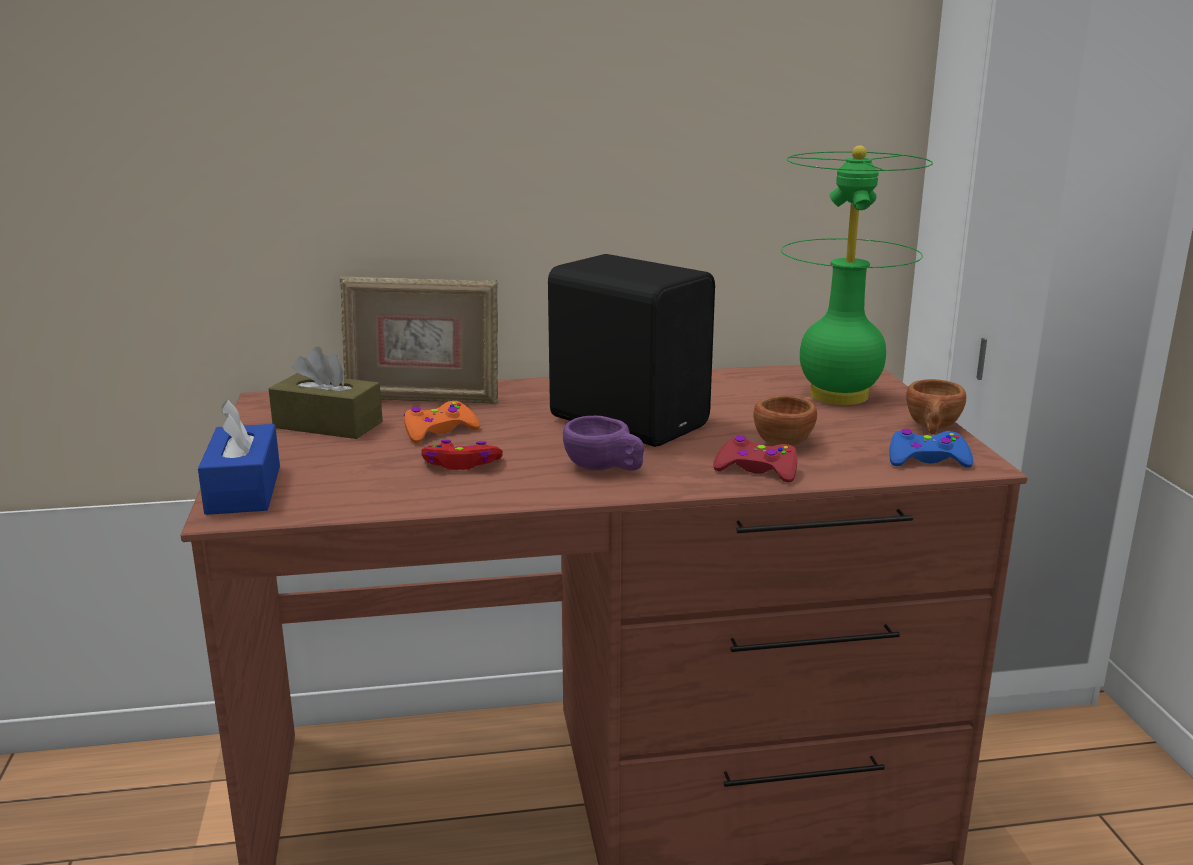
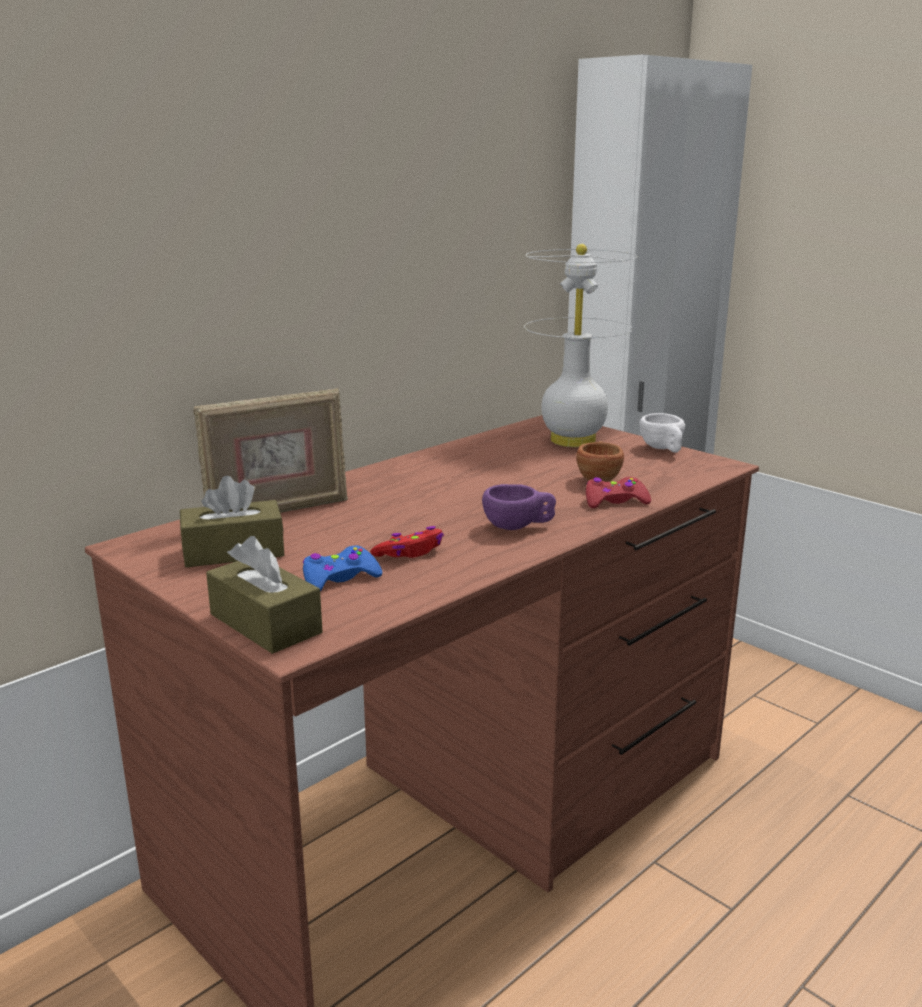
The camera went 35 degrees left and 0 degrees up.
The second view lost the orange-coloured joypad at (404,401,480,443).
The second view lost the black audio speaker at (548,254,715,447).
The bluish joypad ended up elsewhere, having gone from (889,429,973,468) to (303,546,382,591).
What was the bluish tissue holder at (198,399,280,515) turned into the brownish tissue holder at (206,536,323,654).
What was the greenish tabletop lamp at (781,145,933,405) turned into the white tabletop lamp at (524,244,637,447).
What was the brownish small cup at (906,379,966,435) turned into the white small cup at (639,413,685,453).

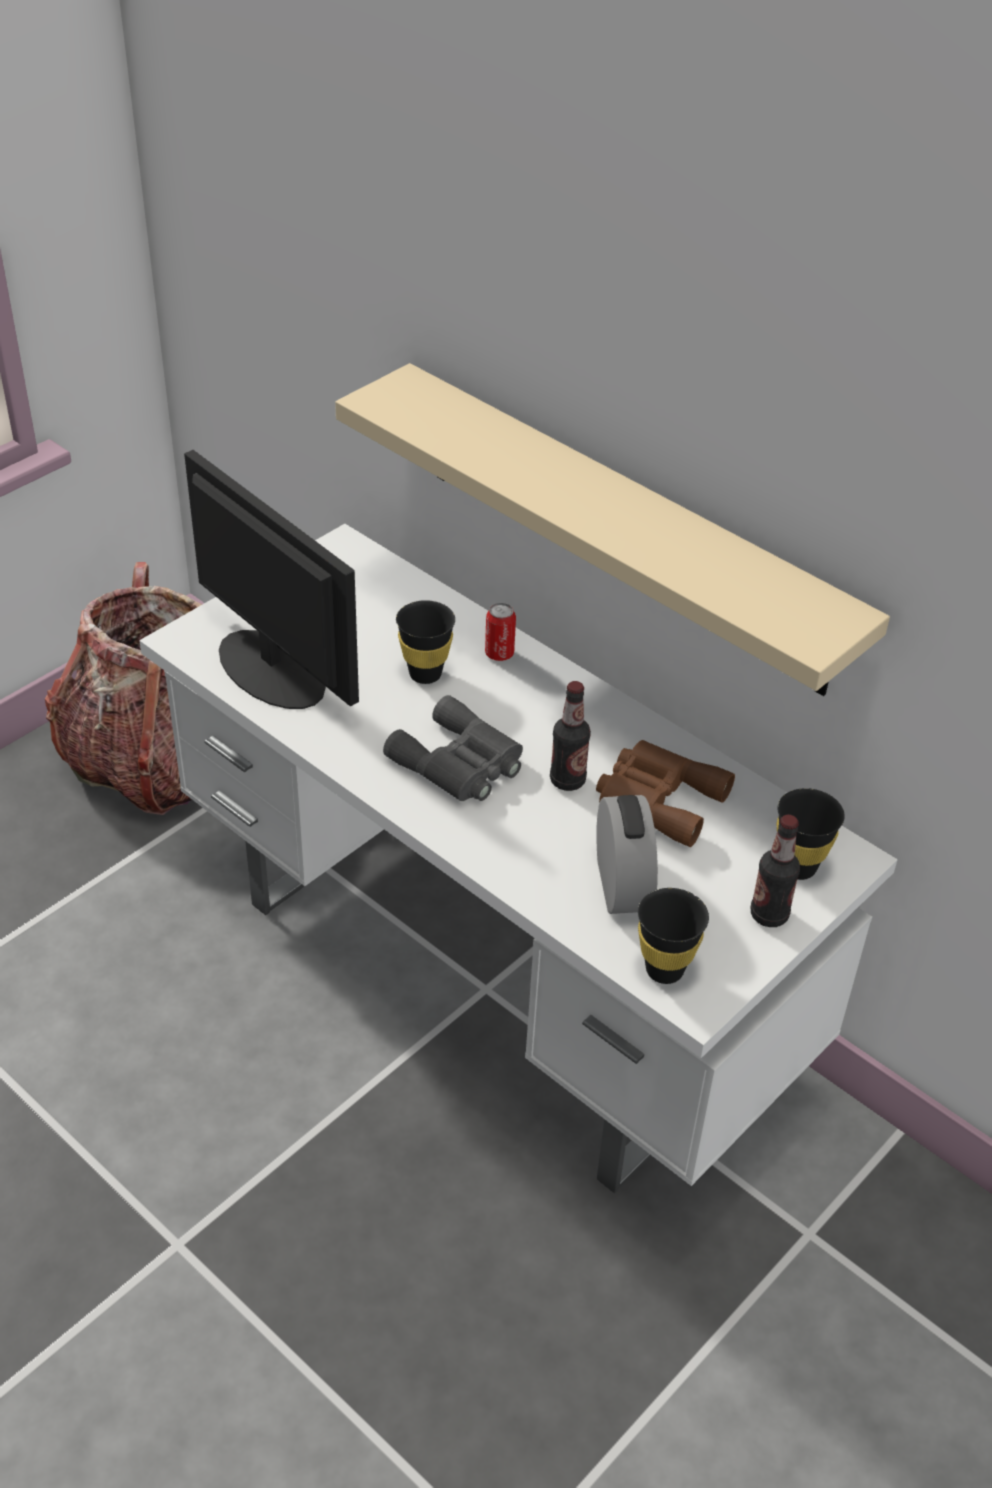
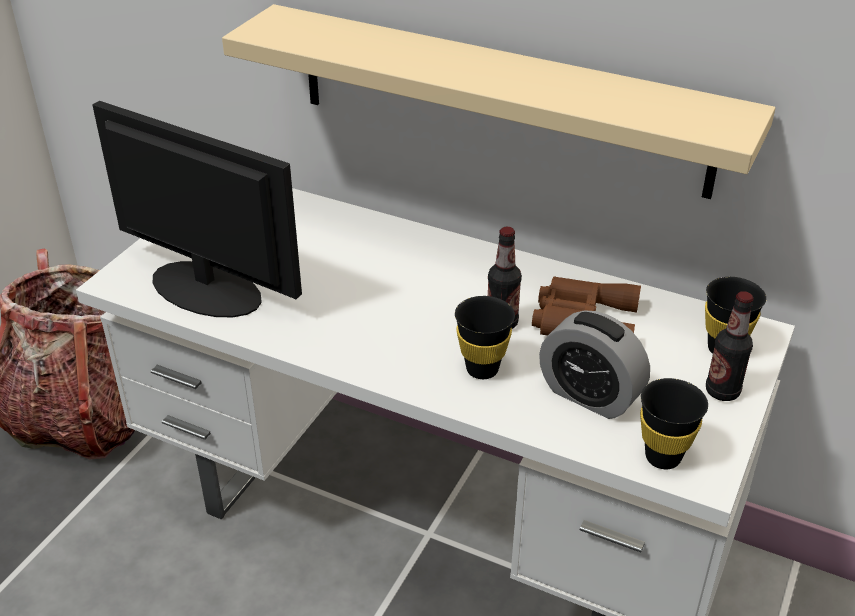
The camera went 15 degrees left and 5 degrees down.
The second view lost the gray pair of binoculars at (383,695,523,801).
The second view lost the metal can at (485,602,516,661).
The black small cup ended up elsewhere, having gone from (396,600,455,684) to (455,296,515,379).
The table clock at (596,795,658,914) ended up facing another way, 150 degrees clockwise from before.

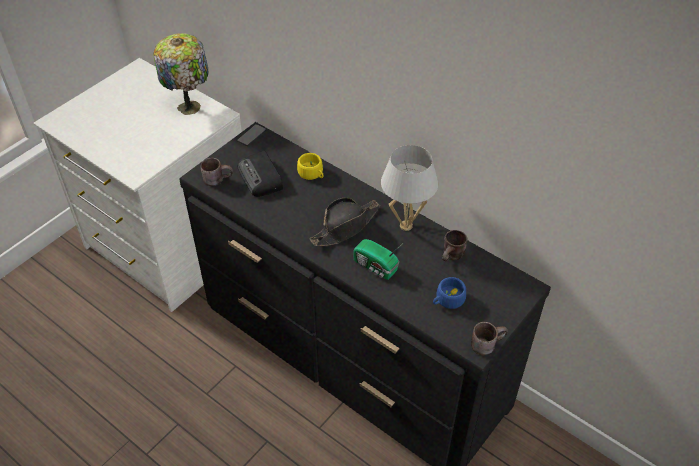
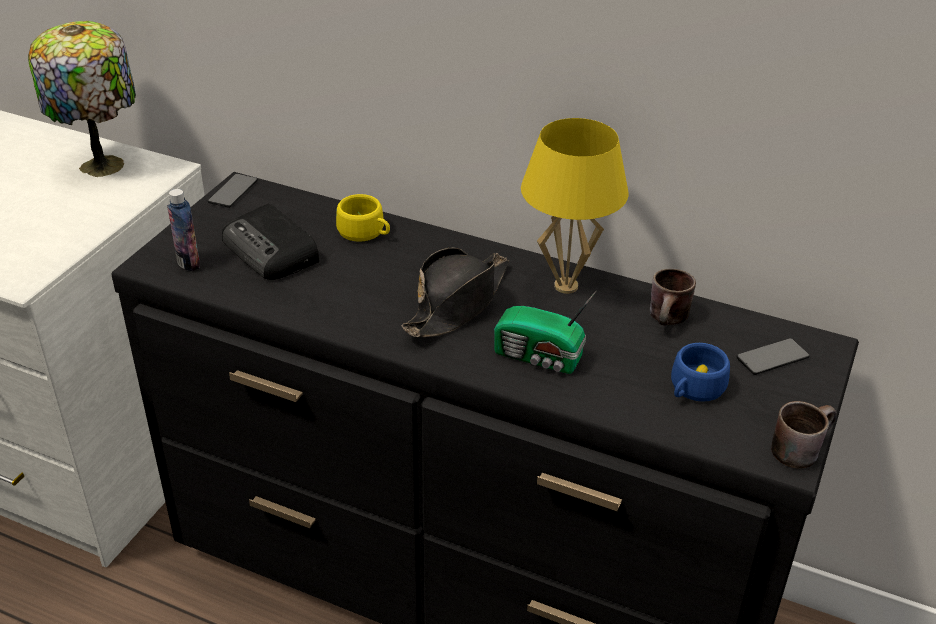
The camera went 15 degrees left and 10 degrees down.
The second view gained the phone at (737,338,810,375).
Where the brownish tea mug stood at (201,158,233,186), the beverage bottle came to stand at (167,189,200,271).
What was the white tabletop lamp at (381,145,438,231) turned into the yellow tabletop lamp at (521,118,629,294).

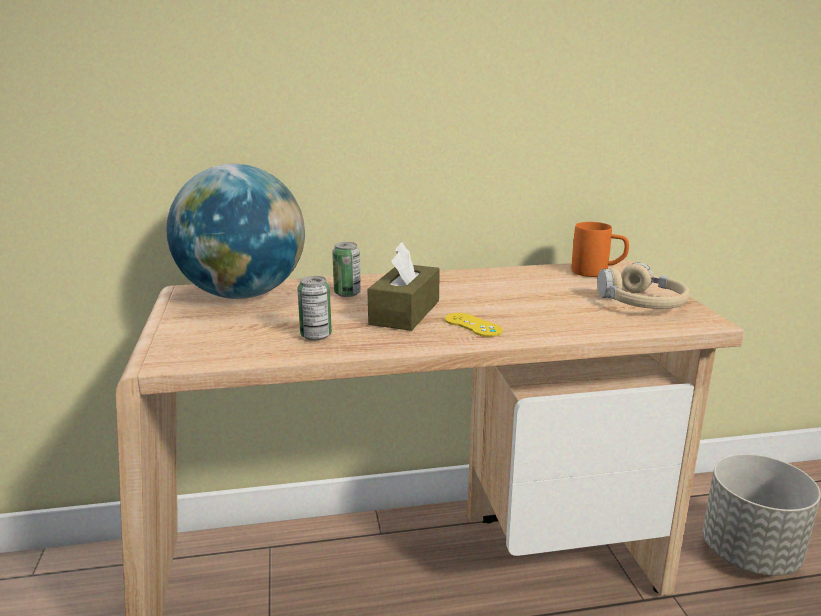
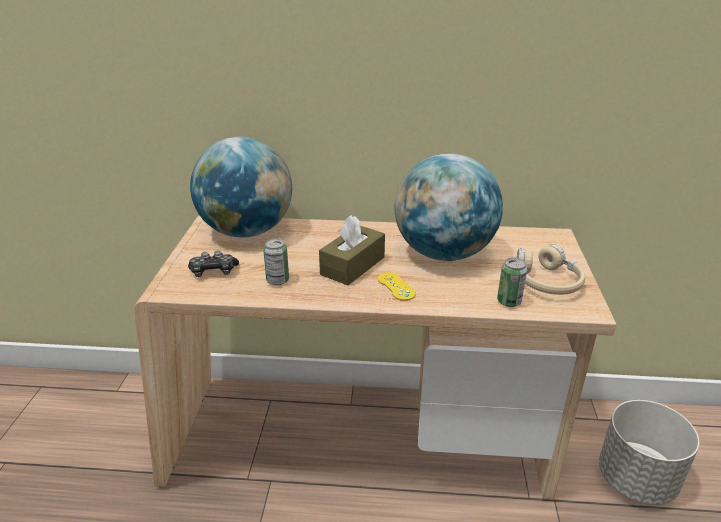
The camera went 15 degrees right and 10 degrees up.
The second view lost the orange-coloured tea mug at (572,222,629,277).
The second view gained the joypad at (188,251,239,277).
The second view gained the world globe at (394,153,503,261).
The metal can ended up elsewhere, having gone from (332,242,361,297) to (497,258,527,307).

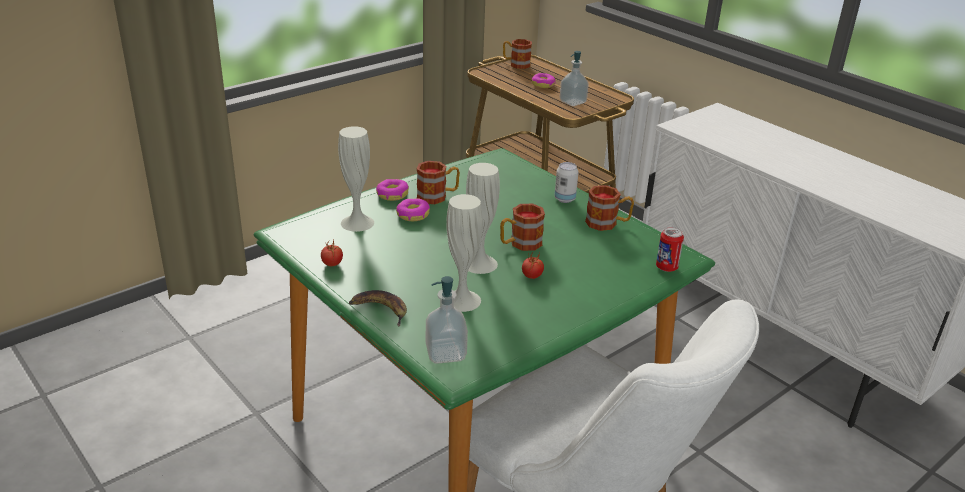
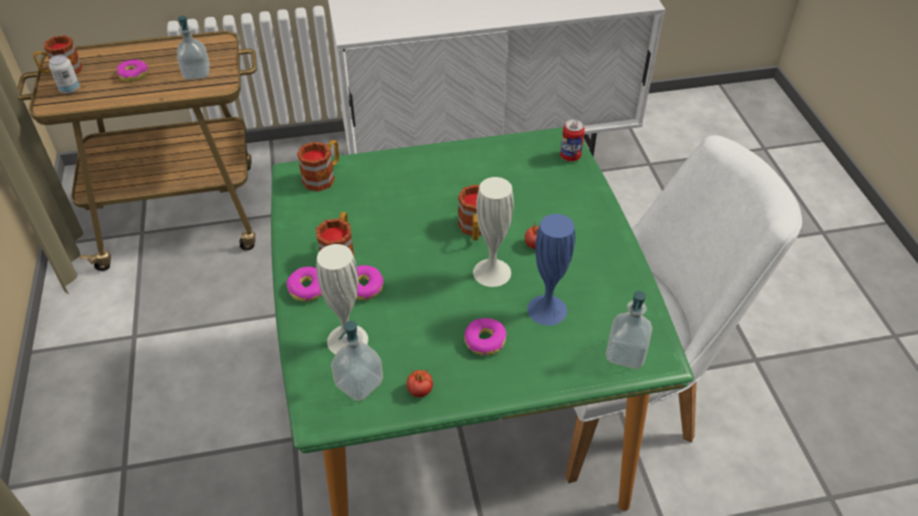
The camera went 60 degrees left and 15 degrees up.
The second view lost the banana fruit at (349,290,407,326).
The second view gained the soap bottle at (331,321,383,401).
The second view gained the doughnut at (465,318,506,356).
The metal can ended up elsewhere, having gone from (554,162,579,203) to (49,55,80,94).
The tea mug ended up elsewhere, having gone from (585,185,634,231) to (297,140,339,192).
What was the white decorative vase at (446,194,482,312) turned into the bluish decorative vase at (527,214,575,326).

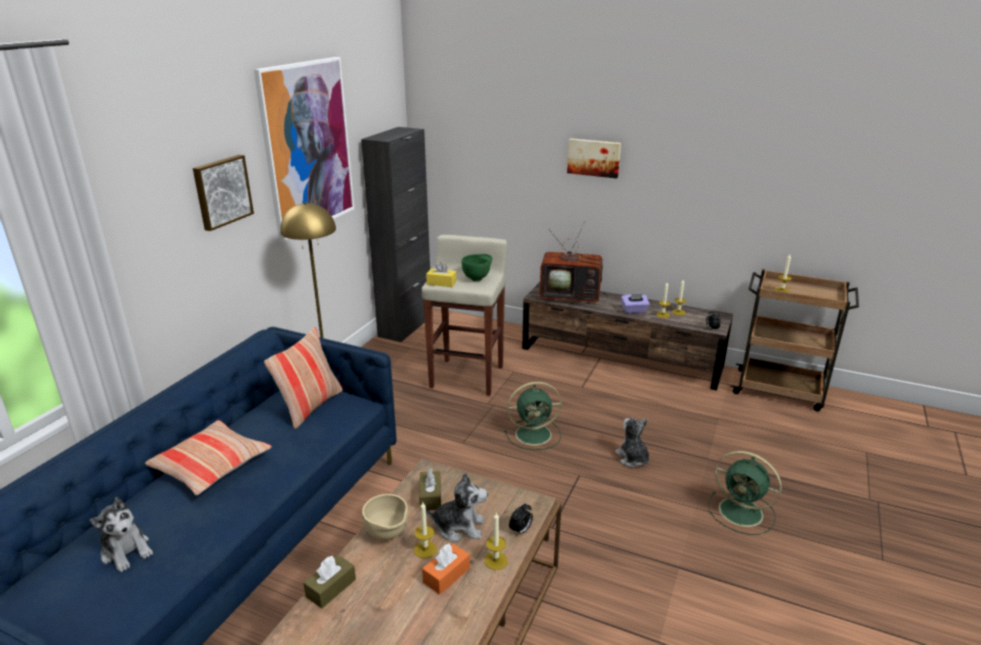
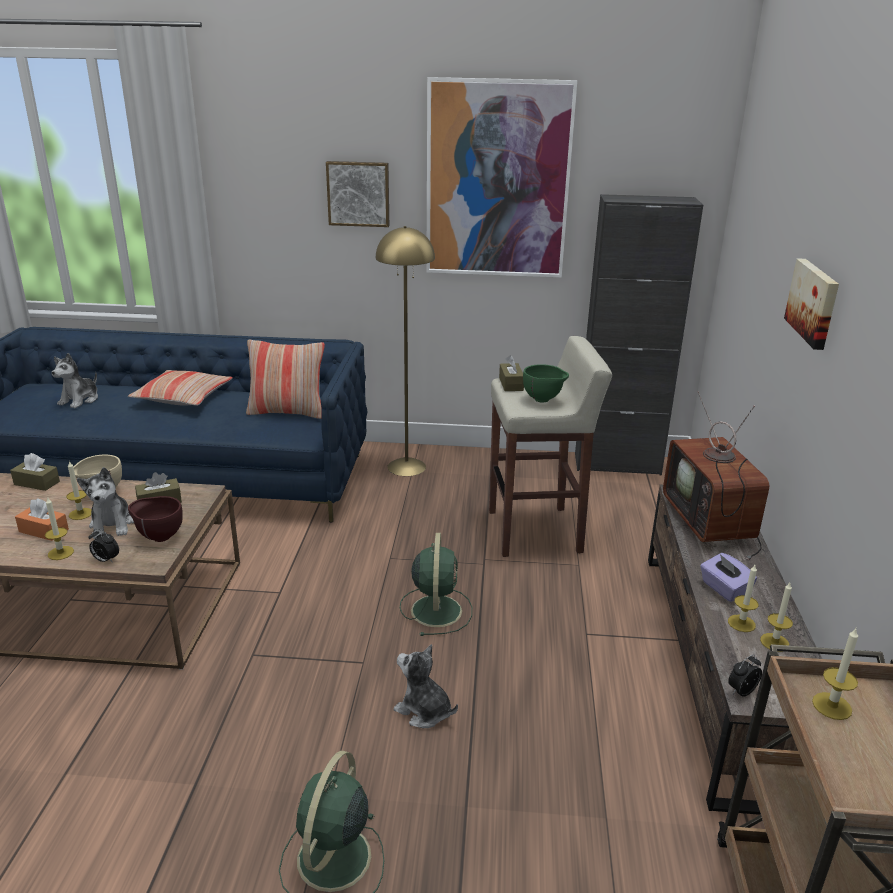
The camera went 70 degrees right and 0 degrees up.
The second view gained the brownish bowl at (128,496,183,542).
What was the yellow tissue holder at (426,262,456,287) turned into the brownish tissue holder at (499,355,524,391).
The greenish cooling fan at (504,382,561,450) ended up facing another way, 150 degrees counterclockwise from before.
The plush toy at (615,417,649,468) ended up facing another way, 105 degrees counterclockwise from before.

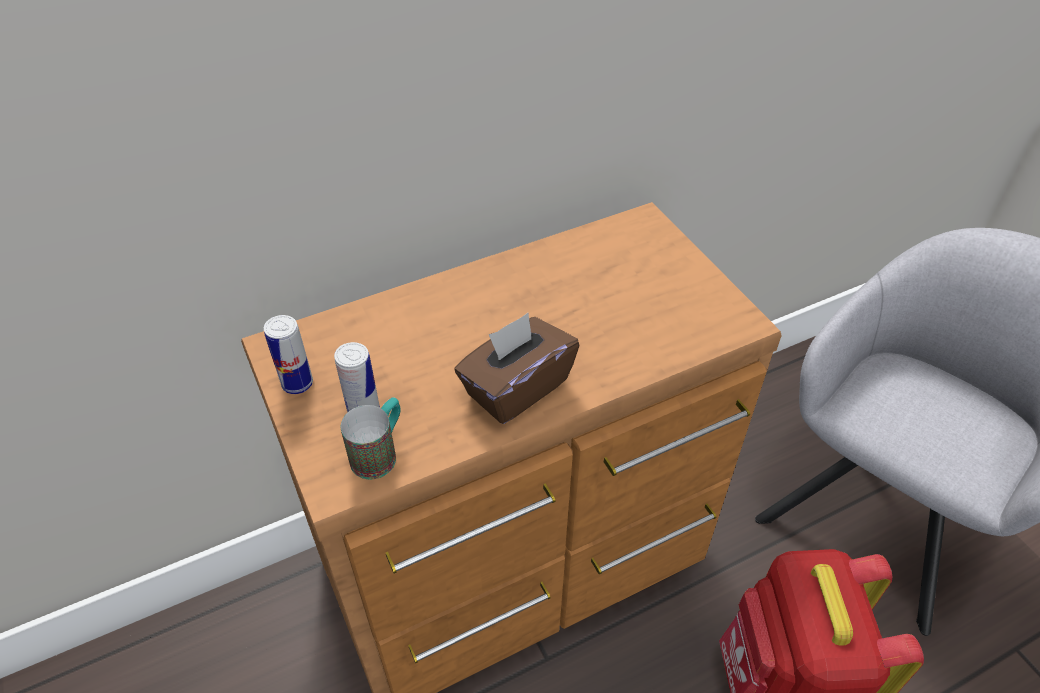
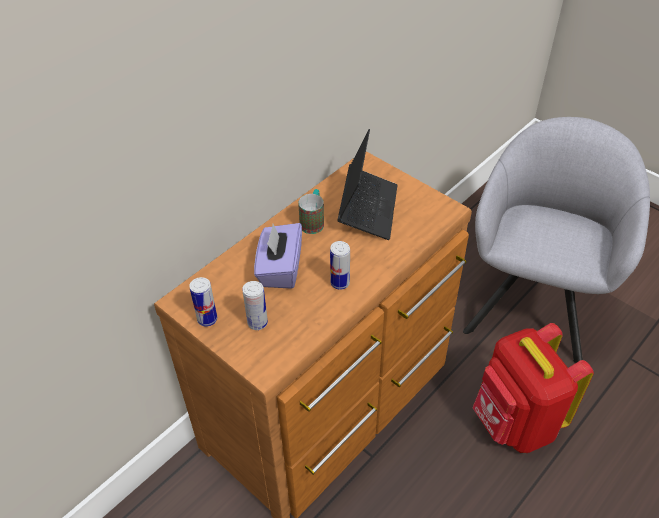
The camera went 20 degrees left and 0 degrees up.
The second view gained the purplish tissue holder at (254,223,302,289).
The second view gained the portable computer at (337,129,397,240).
The tea mug ended up elsewhere, having gone from (341,397,401,479) to (298,189,324,234).
Where the brownish tissue holder stood at (454,313,580,424), the metal can came to stand at (330,241,350,290).

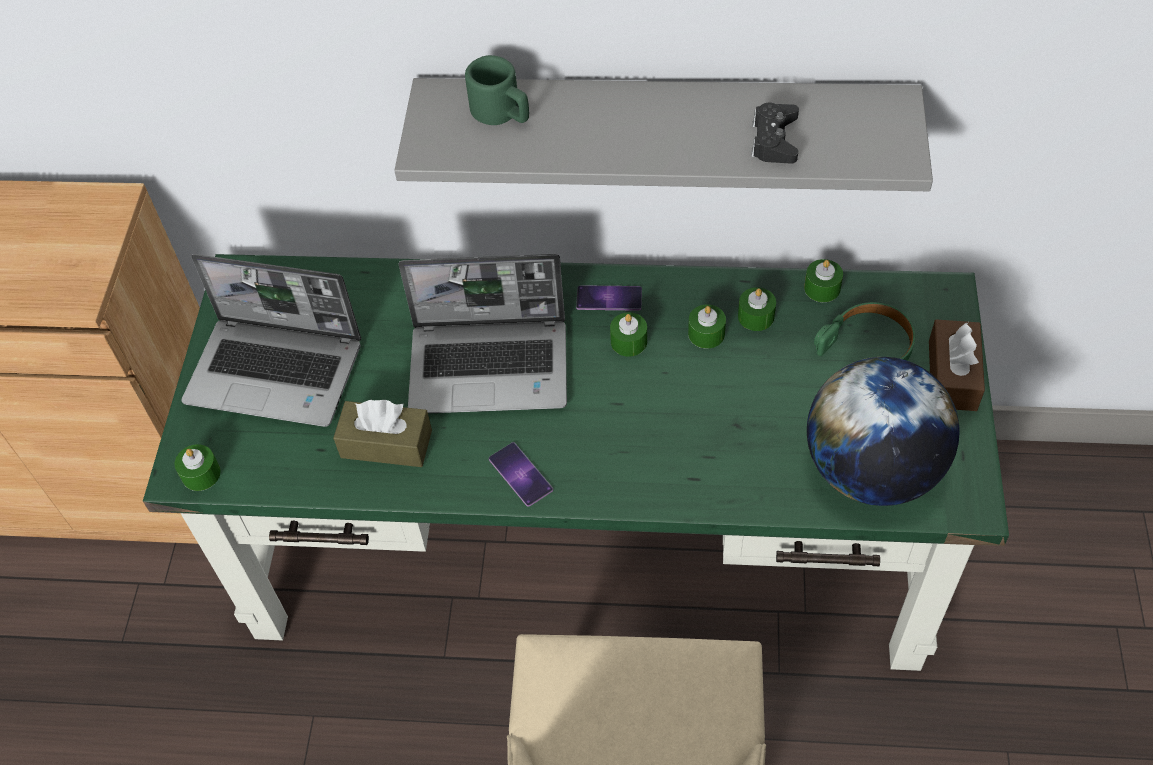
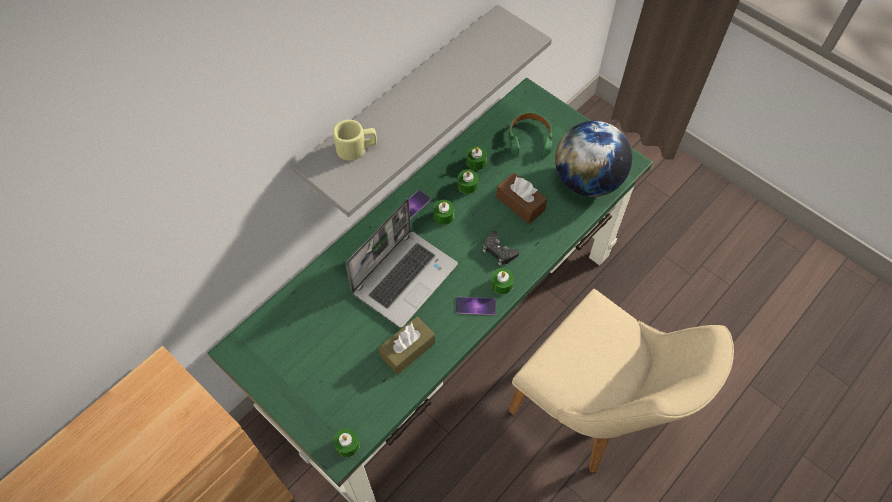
The camera went 55 degrees left and 5 degrees up.
The second view lost the portable computer at (182,254,361,427).
The black joypad ended up elsewhere, having gone from (751,102,799,164) to (483,231,520,266).
The greenish candle ended up elsewhere, having gone from (804,259,843,302) to (491,268,514,294).
The brownish tissue holder ended up elsewhere, having gone from (929,320,985,411) to (496,172,547,224).
What was the greenish tea mug at (465,55,529,125) turned into the beige-coloured tea mug at (333,120,377,160).

